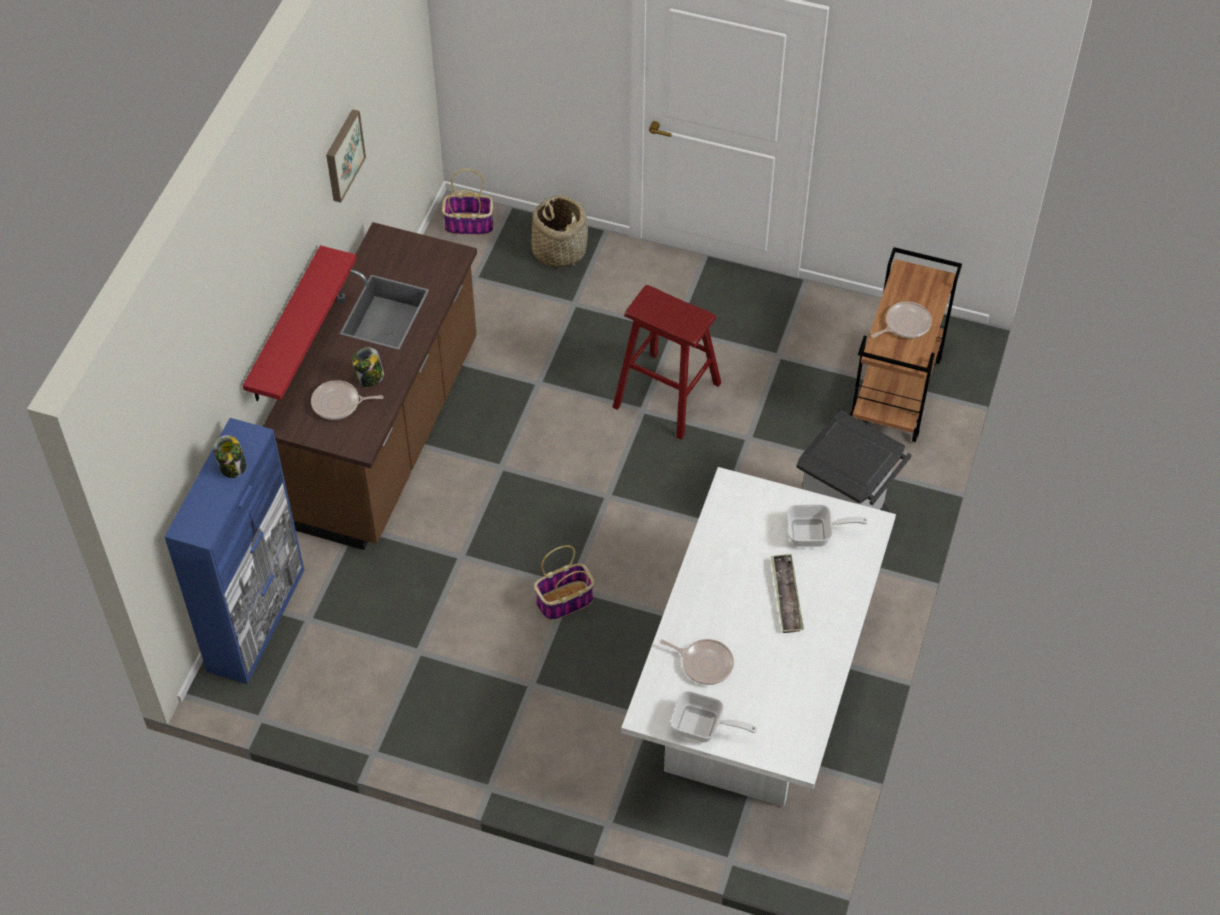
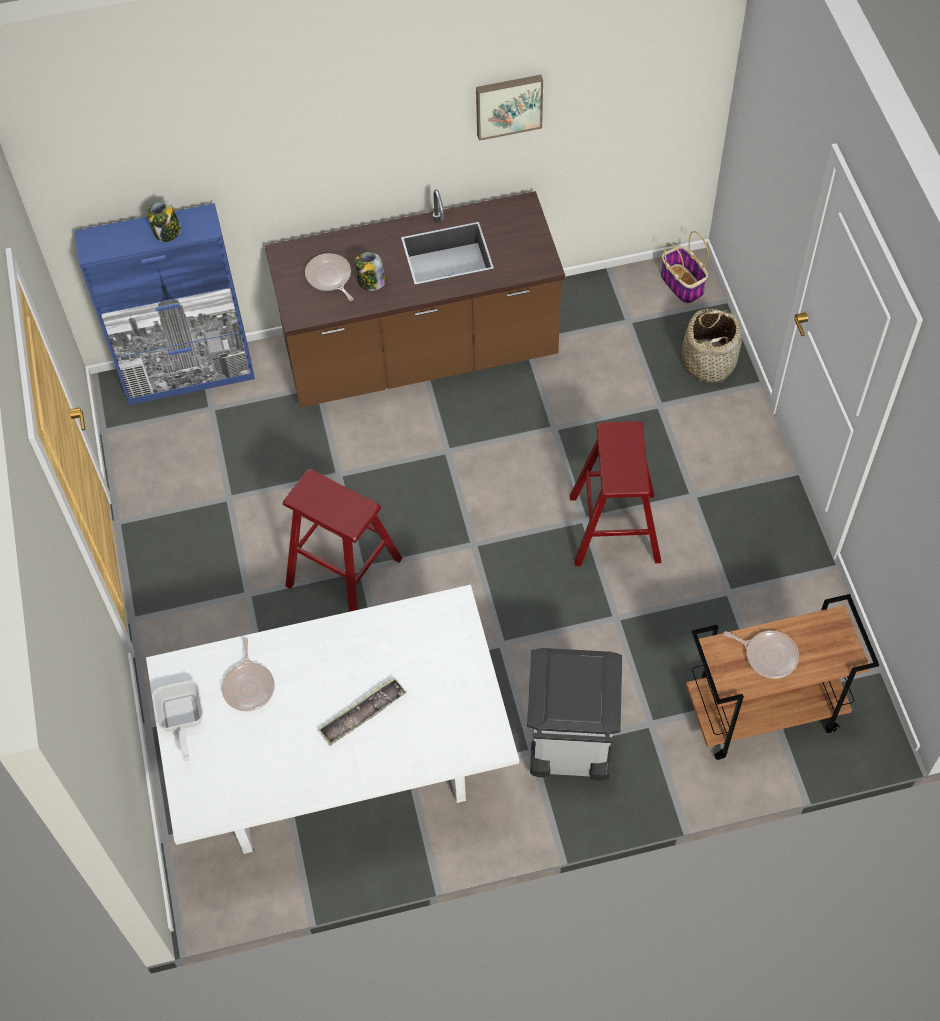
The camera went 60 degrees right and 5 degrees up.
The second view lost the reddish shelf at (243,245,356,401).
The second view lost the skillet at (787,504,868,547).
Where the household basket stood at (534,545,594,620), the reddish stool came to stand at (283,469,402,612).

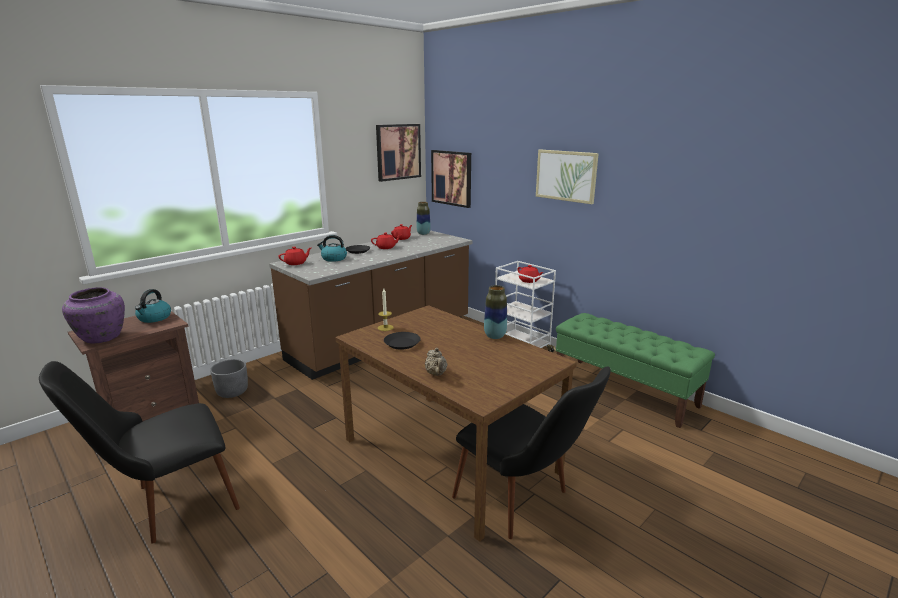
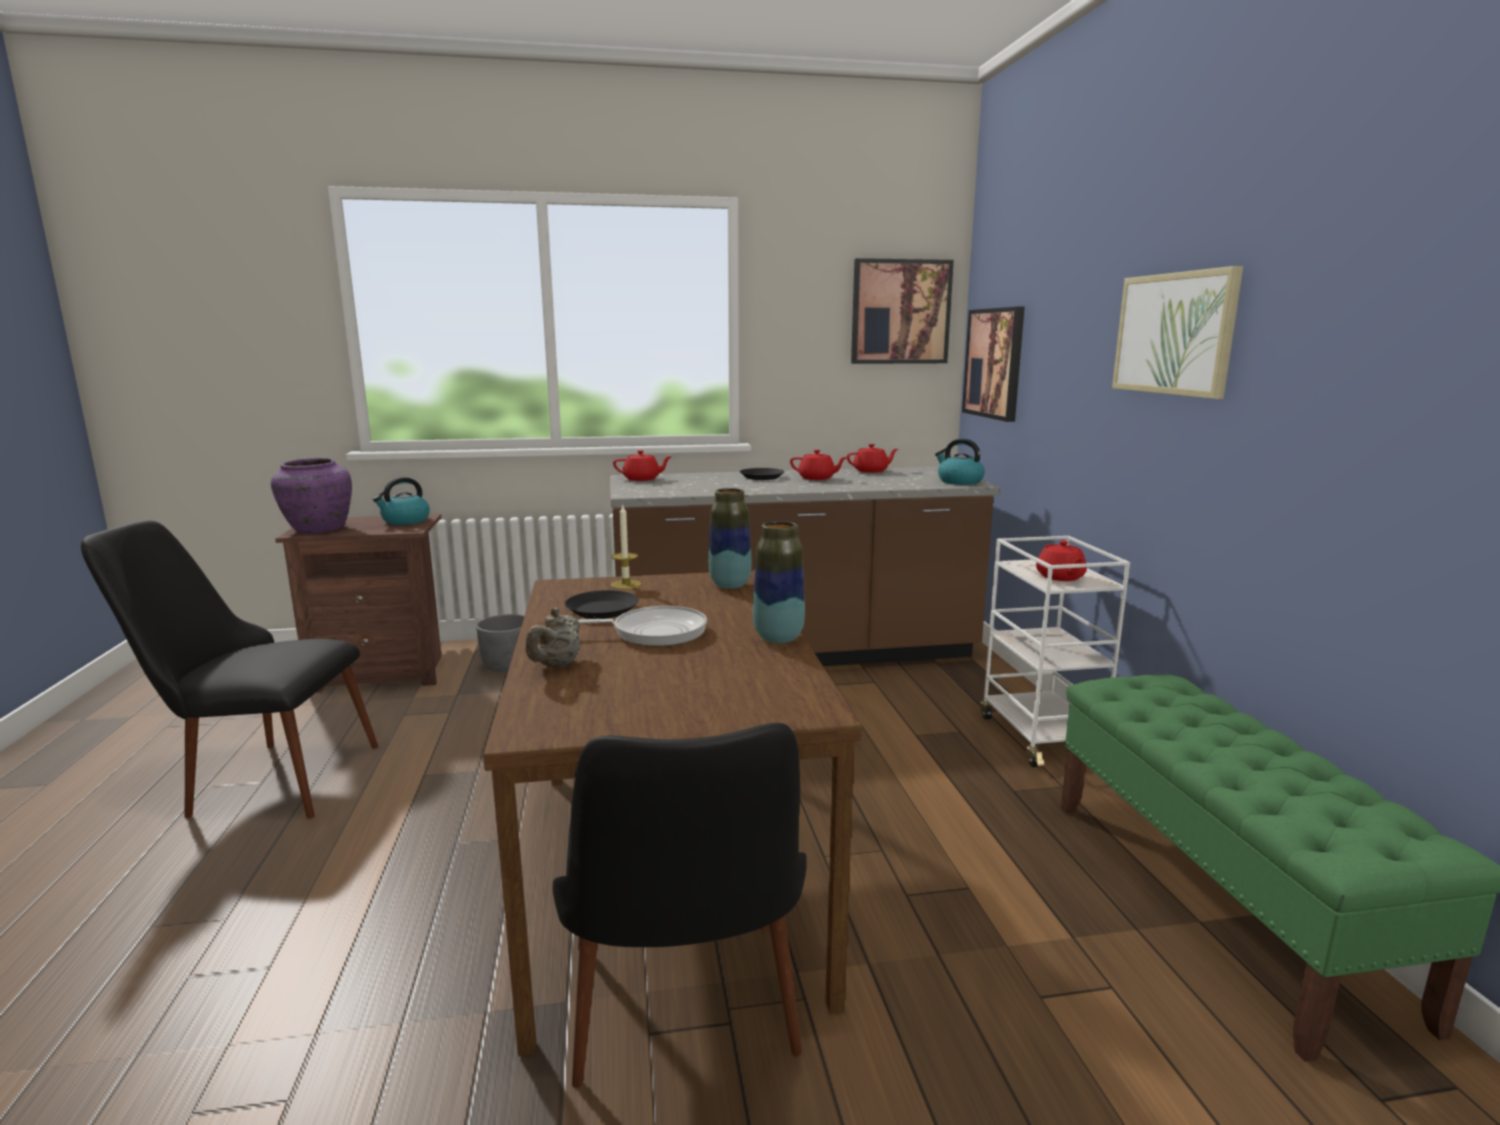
The camera went 35 degrees right and 5 degrees down.
The second view gained the skillet at (578,606,707,646).
The tea kettle ended up elsewhere, having gone from (317,235,347,262) to (935,439,985,485).
The decorative vase ended up elsewhere, having gone from (417,202,431,235) to (709,488,752,589).

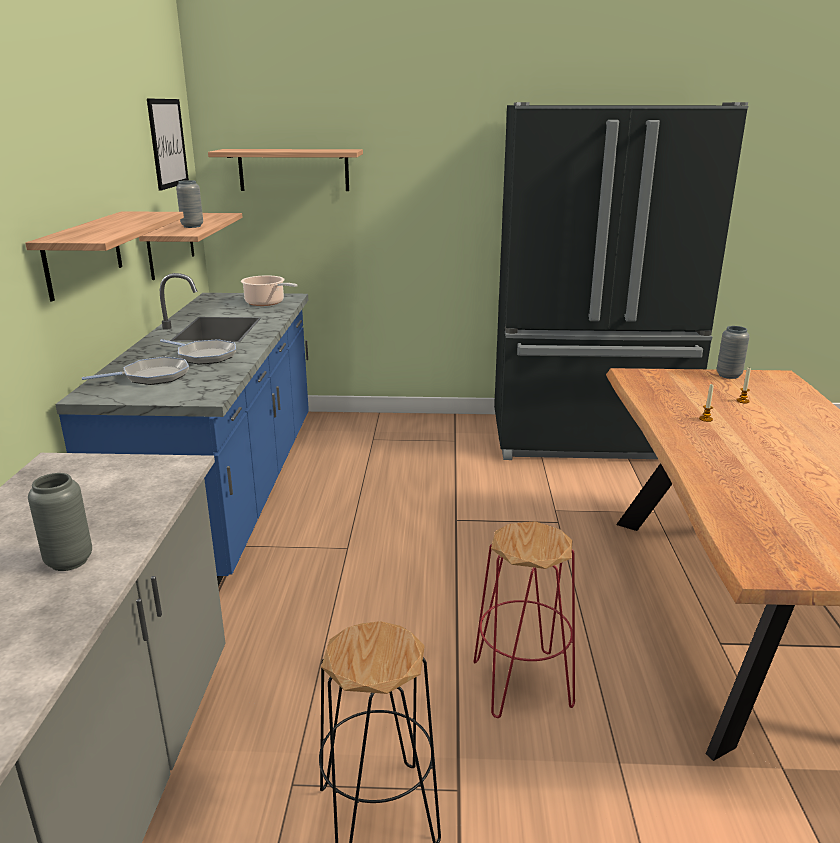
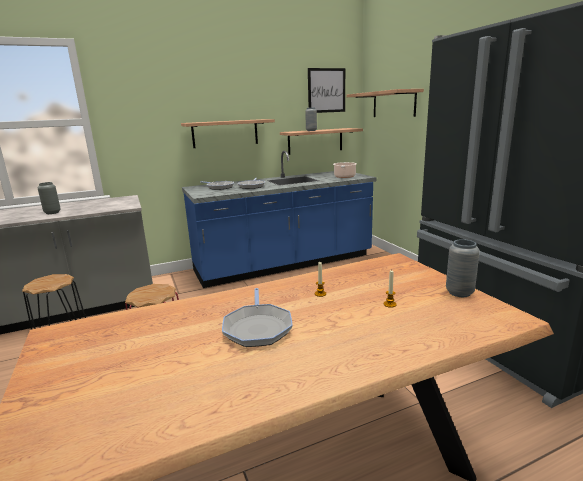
The camera went 65 degrees right and 5 degrees down.
The second view gained the skillet at (222,288,293,347).

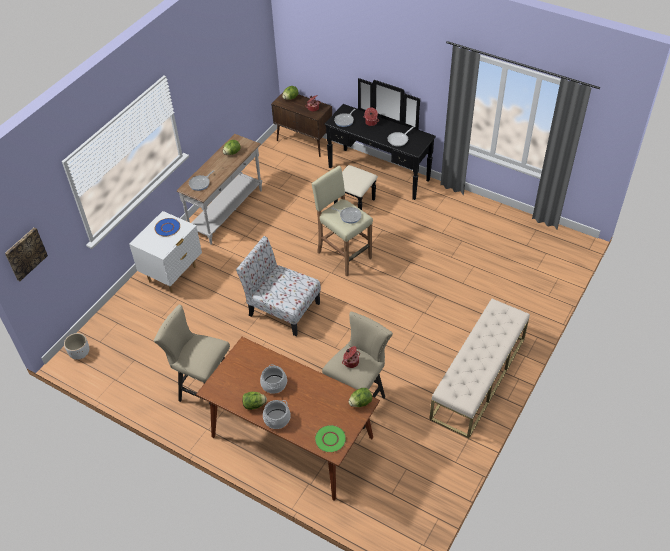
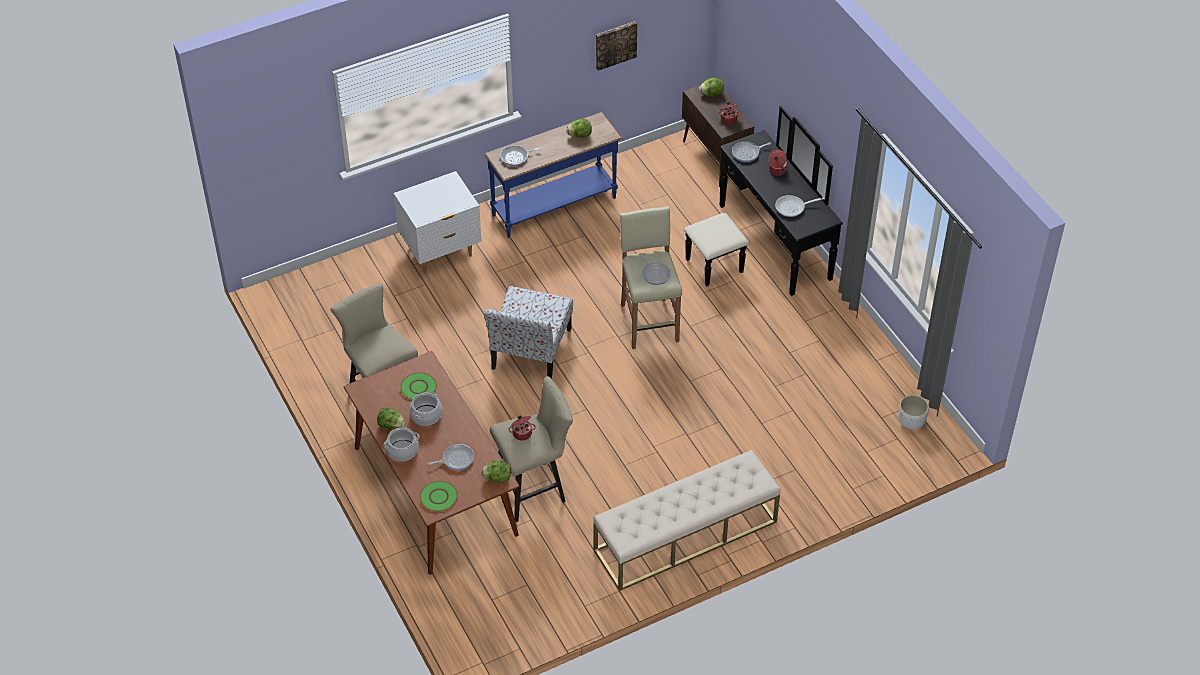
The camera went 30 degrees right and 0 degrees up.
The second view lost the bluish dinner plate at (154,218,180,236).
The second view gained the greenish dinner plate at (400,372,437,400).
The second view gained the skillet at (428,444,474,470).
The picture ended up elsewhere, having gone from (5,227,48,281) to (596,21,637,71).
The white plant pot ended up elsewhere, having gone from (64,333,89,360) to (898,395,929,429).
What was the white narrow table at (177,134,262,245) turned into the bluish narrow table at (484,112,623,238).
The upright chair at (236,236,321,336) ended up facing another way, 135 degrees counterclockwise from before.

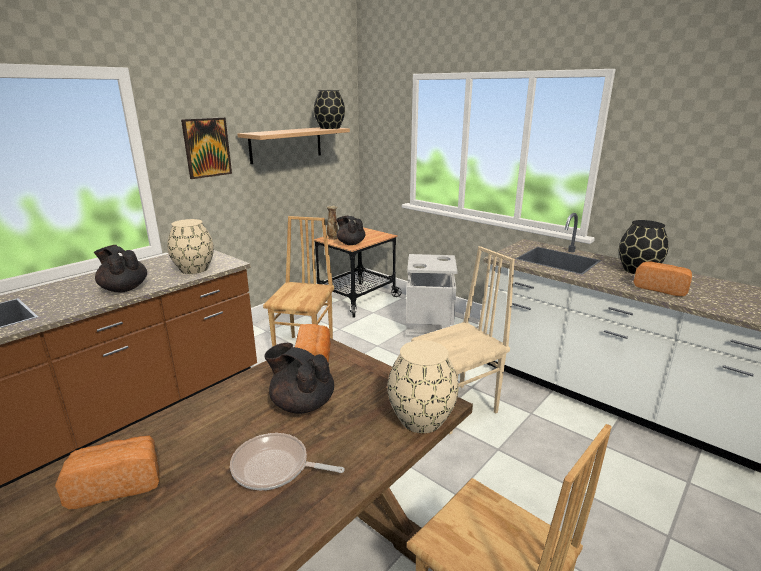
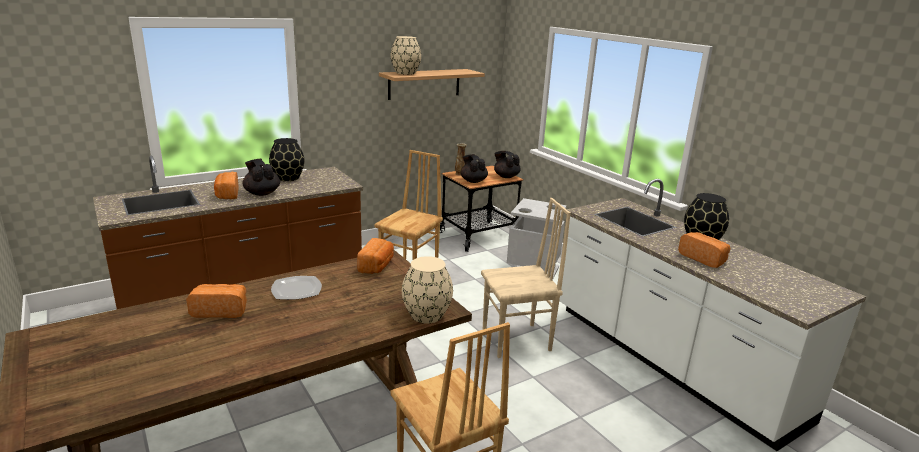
The camera went 15 degrees right and 0 degrees up.
The second view lost the picture at (181,117,232,179).
The second view lost the skillet at (230,433,345,490).
The second view gained the baked bread at (214,172,239,199).
The second view gained the dinner plate at (271,276,322,300).
The beige-coloured decorative vase ended up elsewhere, having gone from (167,219,214,274) to (391,36,421,75).
The black pot for tea ended up elsewhere, having gone from (264,343,334,414) to (494,151,521,178).
The black decorative vase ended up elsewhere, having gone from (314,90,345,129) to (269,138,304,181).

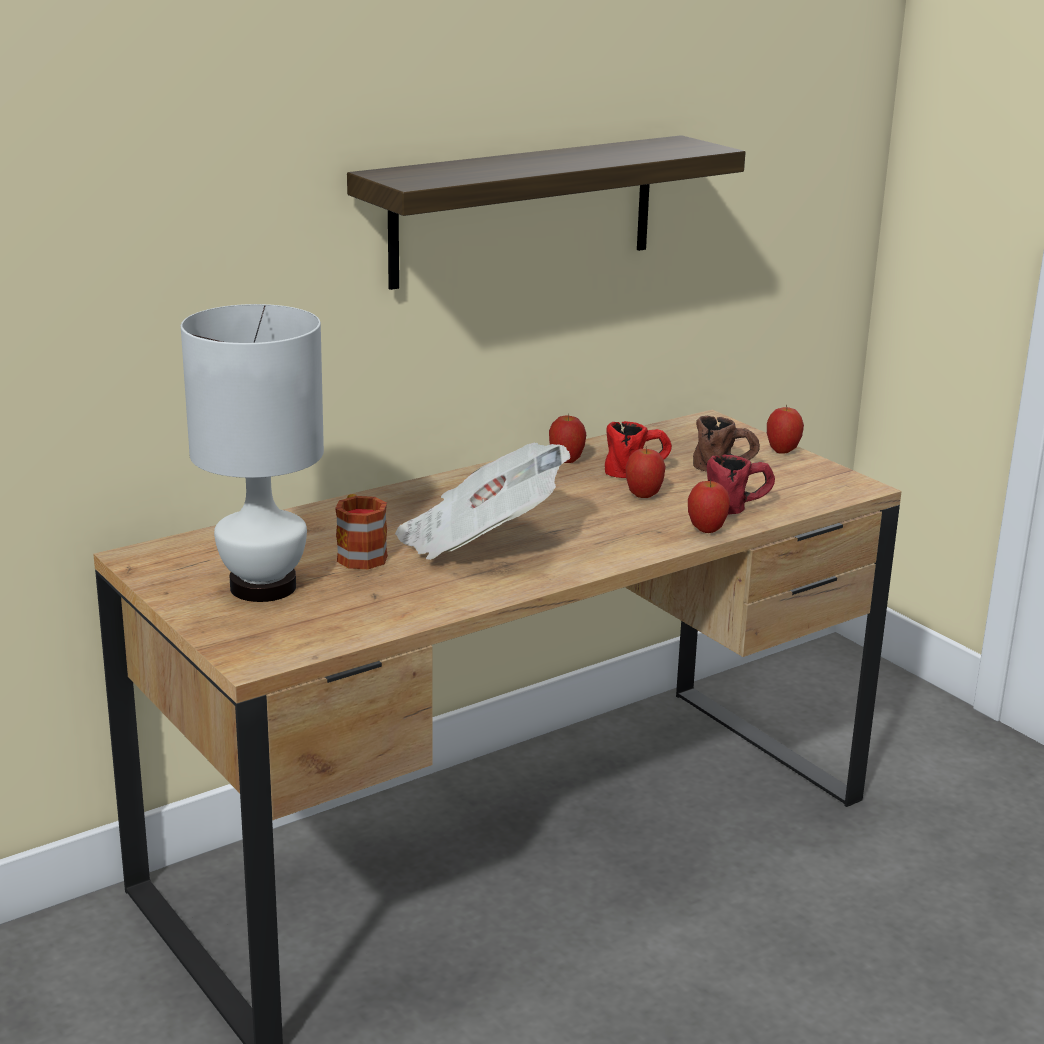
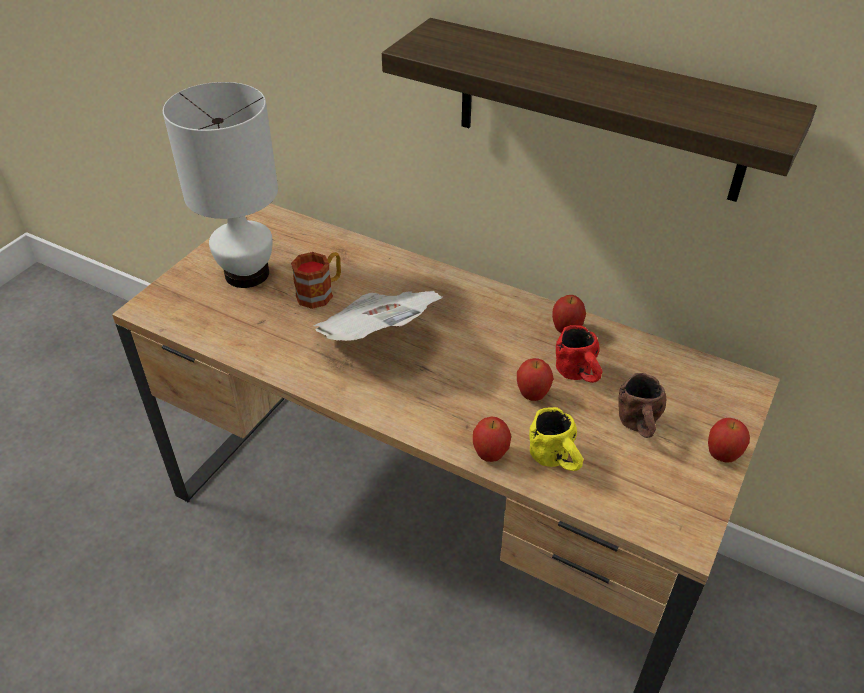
The camera went 65 degrees right and 20 degrees up.
What was the reddish tea mug at (707,454,775,515) turned into the yellow tea mug at (529,407,584,471).

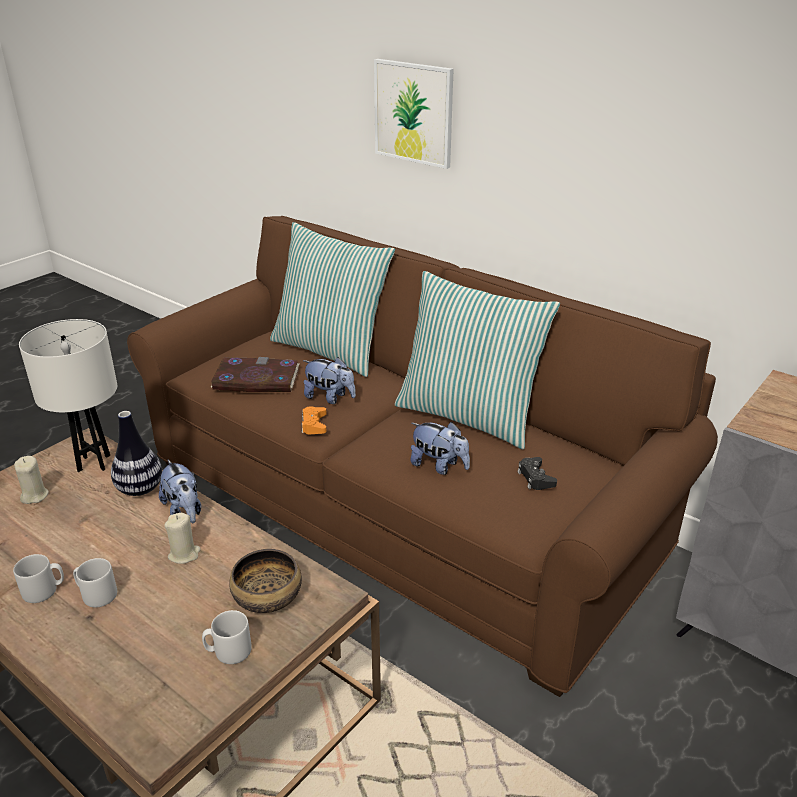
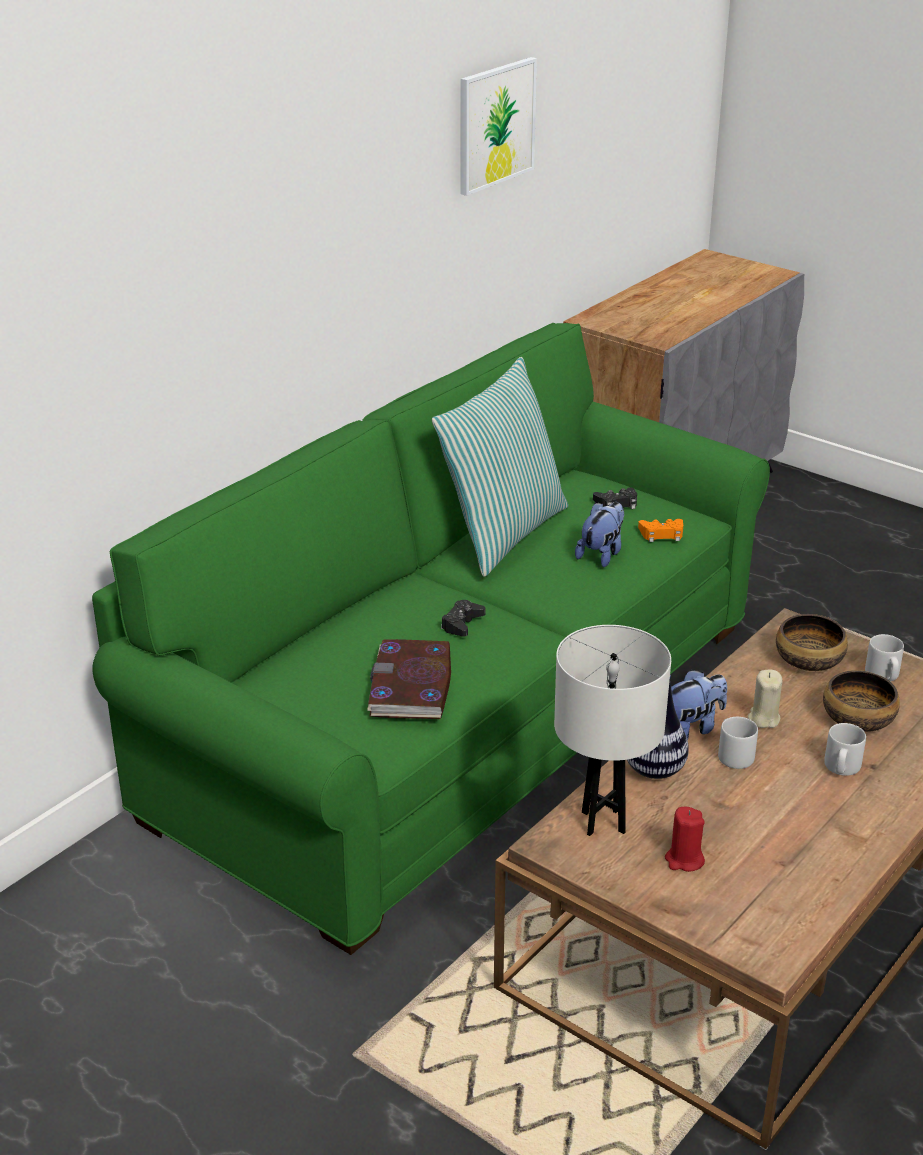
The camera went 90 degrees left and 0 degrees up.
The second view lost the cushion at (270,222,395,377).
The second view gained the bowl at (823,670,900,732).
The gray tea mug ended up elsewhere, having gone from (13,554,64,603) to (718,717,758,769).
The orange-coloured joypad ended up elsewhere, having gone from (302,406,327,434) to (638,519,683,542).
The picture ended up elsewhere, having gone from (374,59,454,169) to (461,57,537,196).
Where the plush toy stood at (303,357,356,404), the black joypad came to stand at (441,600,486,637).
What was the beige-coloured candle at (14,456,49,504) turned into the reddish candle at (665,807,705,872).
What was the brownish sofa at (127,216,718,697) turned into the greenish sofa at (92,323,770,955).

